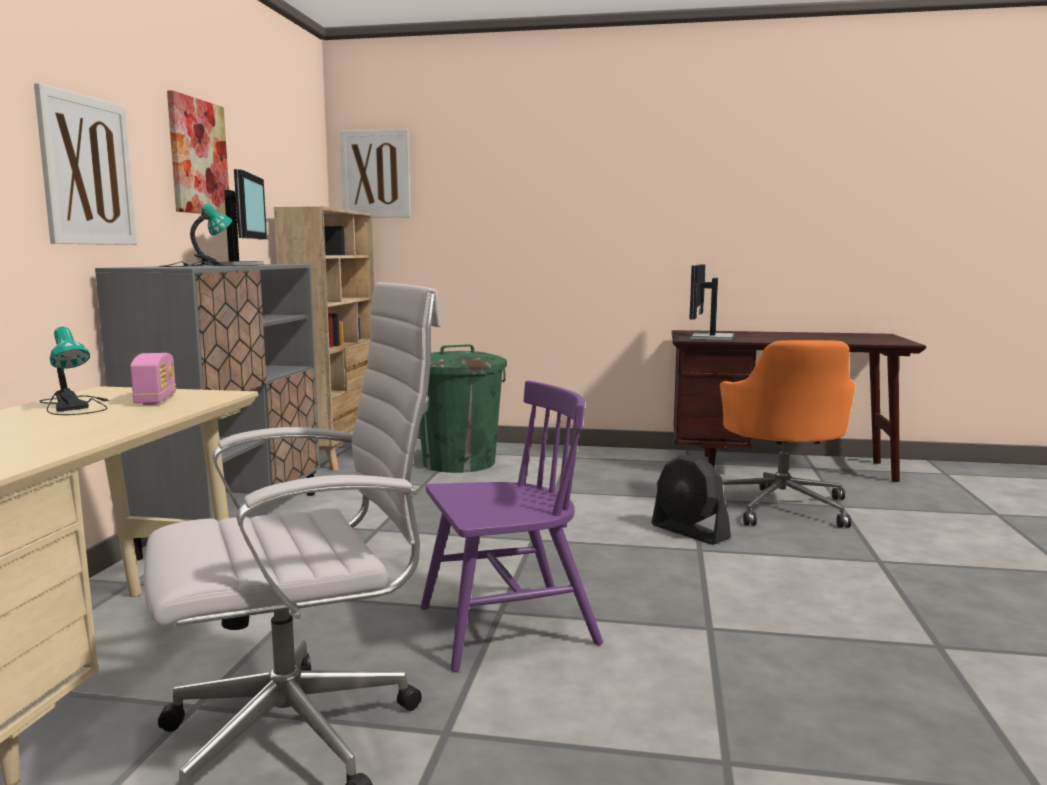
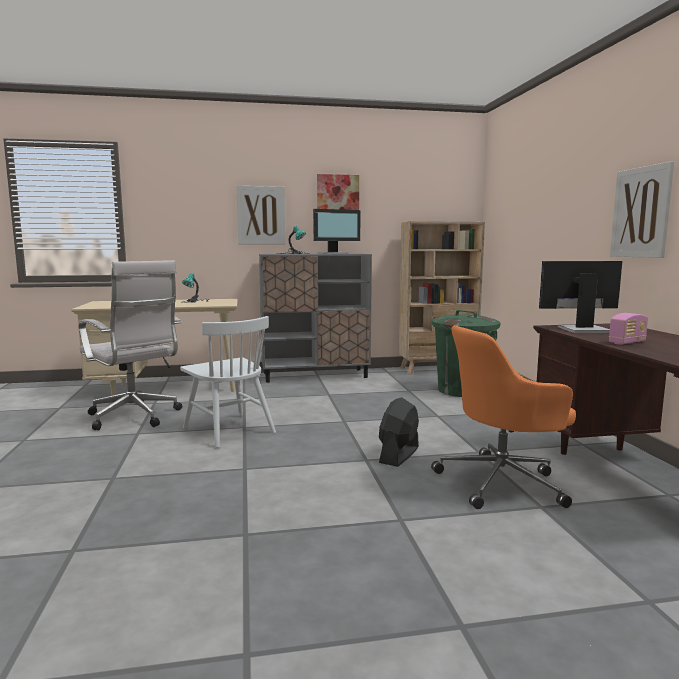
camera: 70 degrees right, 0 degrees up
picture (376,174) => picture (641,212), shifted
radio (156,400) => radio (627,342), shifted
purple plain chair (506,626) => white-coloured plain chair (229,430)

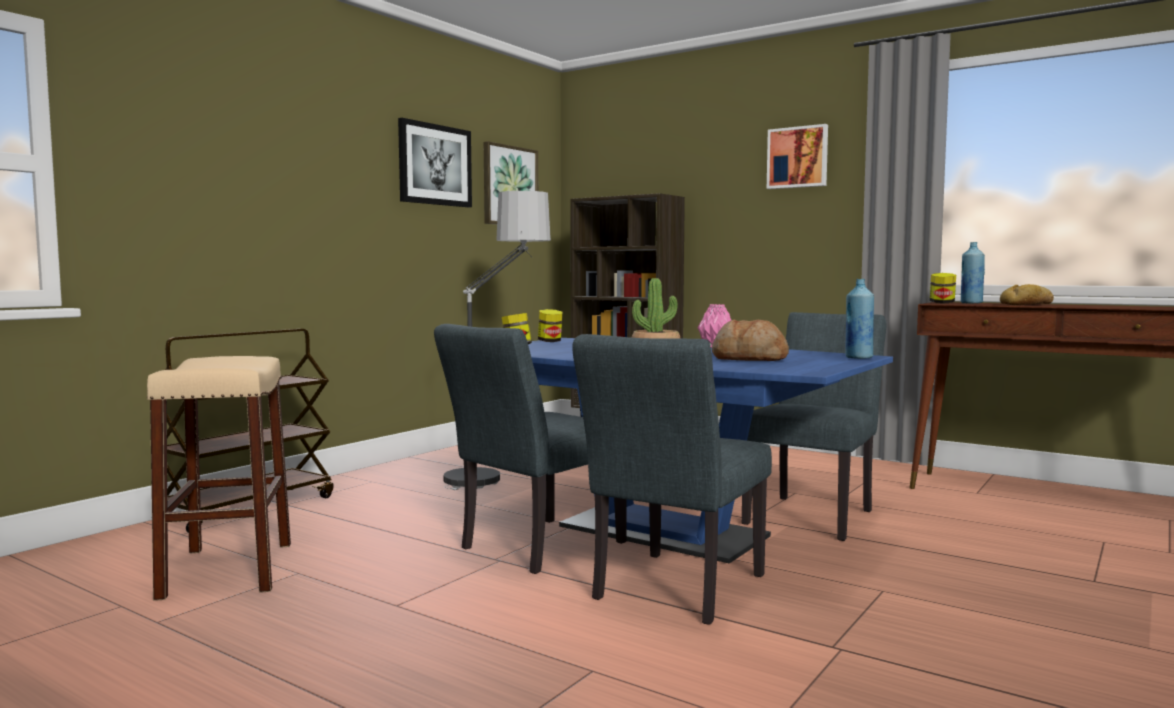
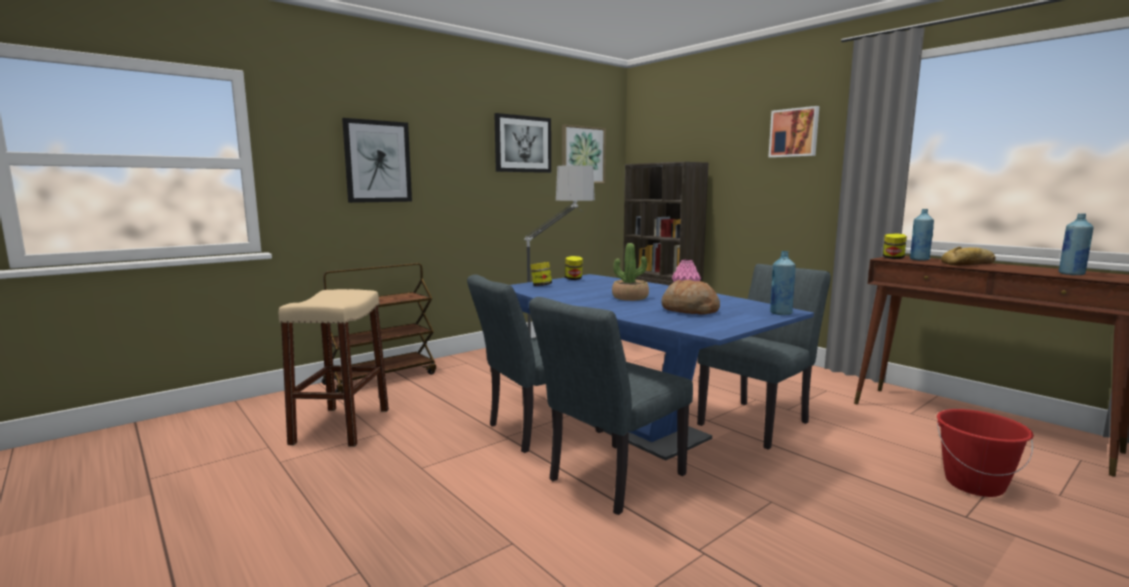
camera: 15 degrees right, 5 degrees up
nothing => picture (377,161)
nothing => blue bottle (1071,274)
nothing => red pail (974,484)

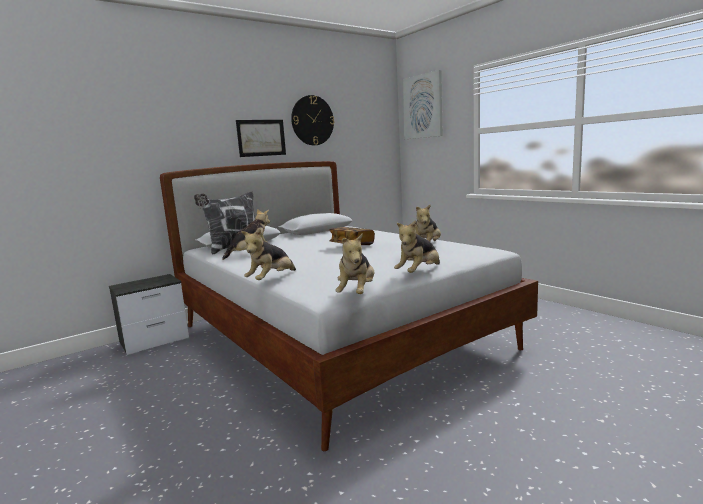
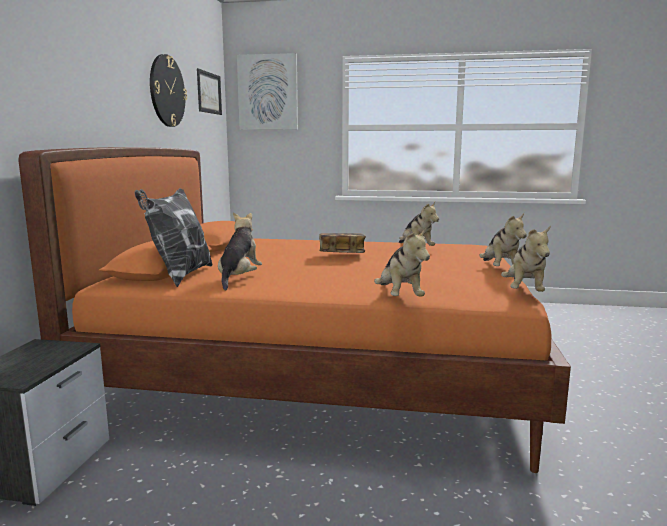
camera: 45 degrees left, 0 degrees up
picture (261,138) => picture (209,93), shifted
white-coloured sleeping bed (336,337) => orange sleeping bed (320,375)
plush toy (357,293) => plush toy (524,292), 45 degrees clockwise

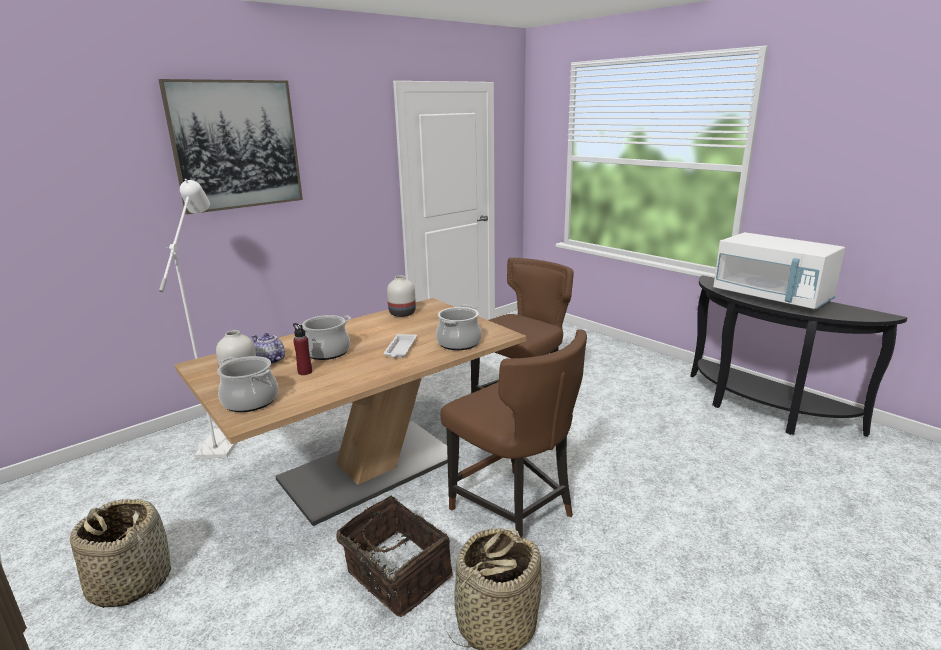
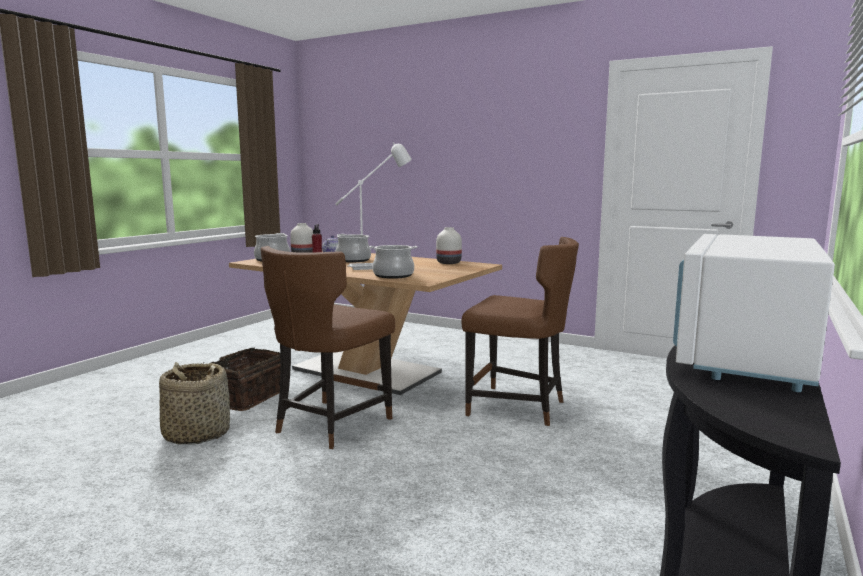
camera: 70 degrees right, 10 degrees down
picture (236,145) => nothing
storage basket (130,582) => nothing

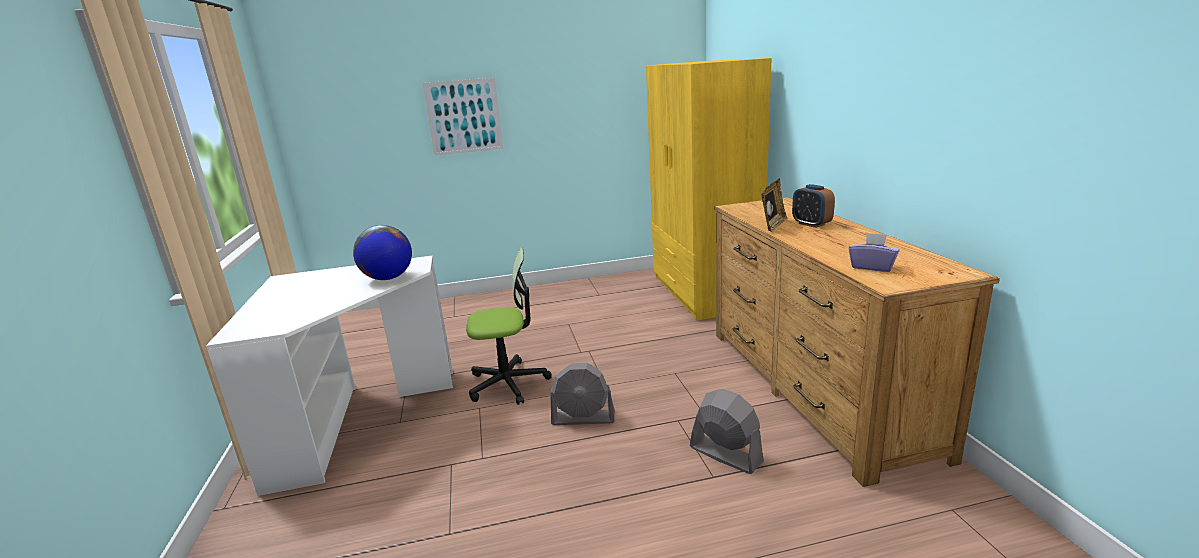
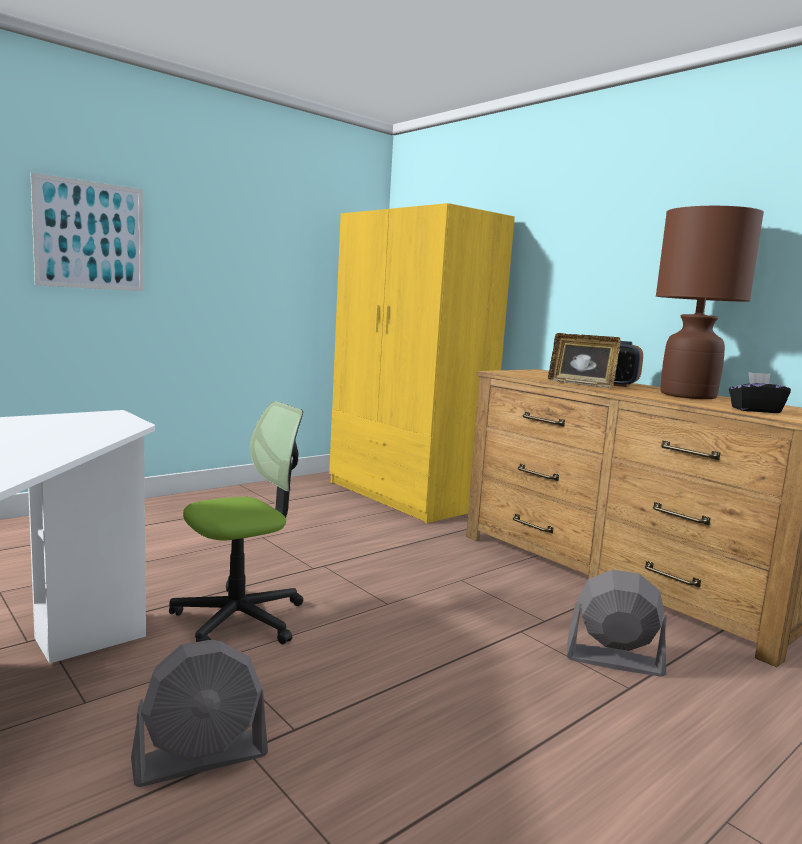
camera: 30 degrees left, 10 degrees down
photo frame (773,225) => photo frame (581,384), 120 degrees clockwise
world globe (388,278) => nothing
purple tissue box (872,267) => black tissue box (755,410)
greyish cooling fan (583,418) => greyish cooling fan (201,758), shifted
nothing => brown-coloured tabletop lamp (688,395)

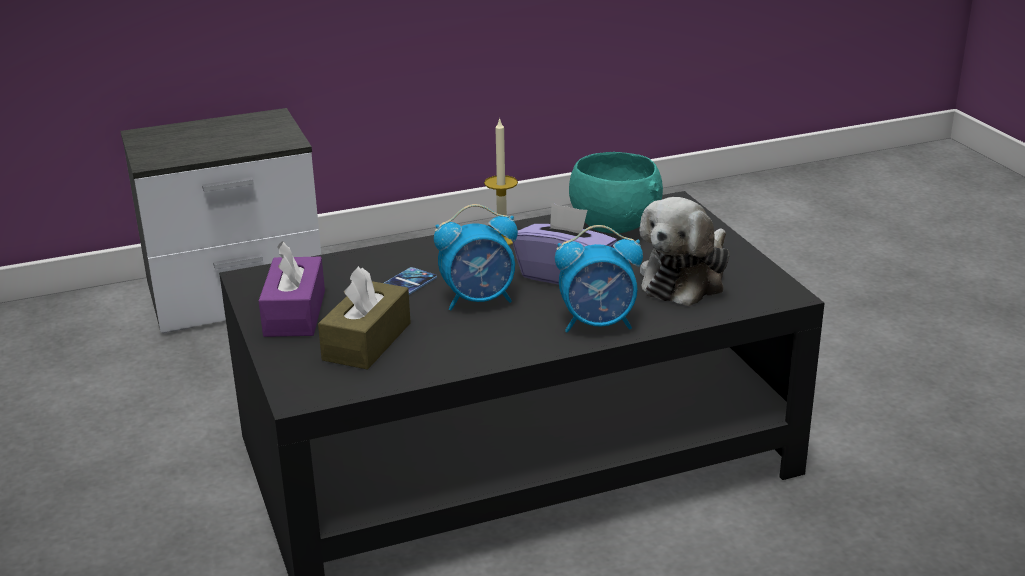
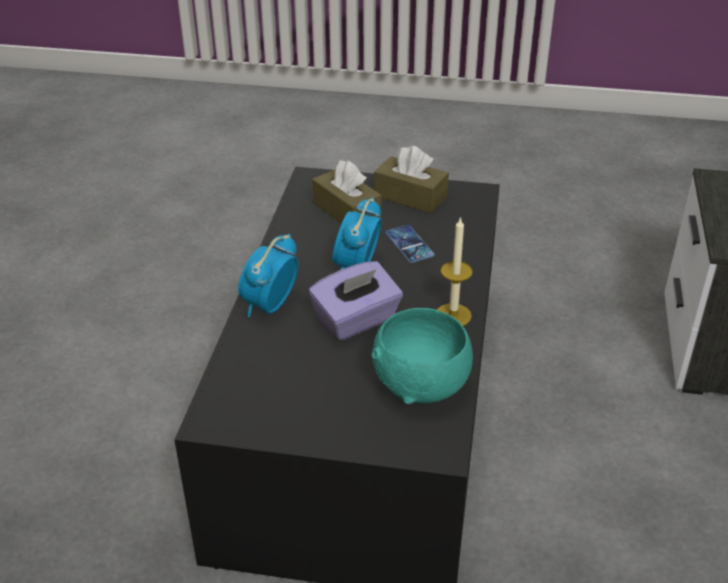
camera: 120 degrees right, 10 degrees up
plush toy (685,279) => nothing
purple tissue box (295,313) => brown-coloured tissue box (410,196)

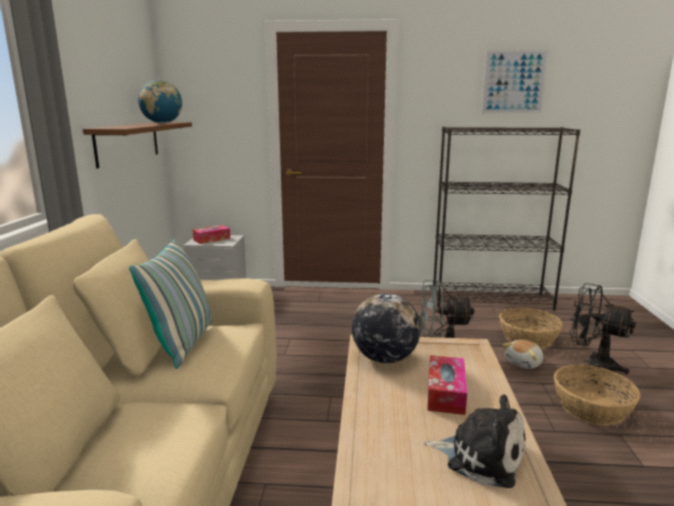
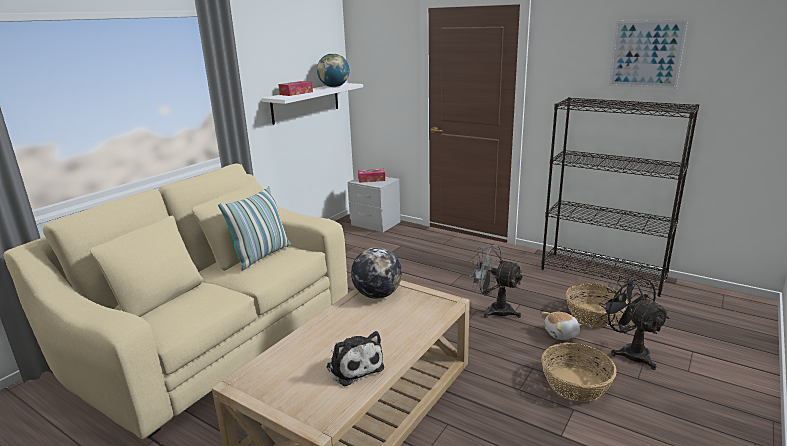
camera: 30 degrees right, 5 degrees up
brown-coloured shelf (128,142) => white-coloured shelf (306,102)
tissue box (445,393) => tissue box (296,93), shifted

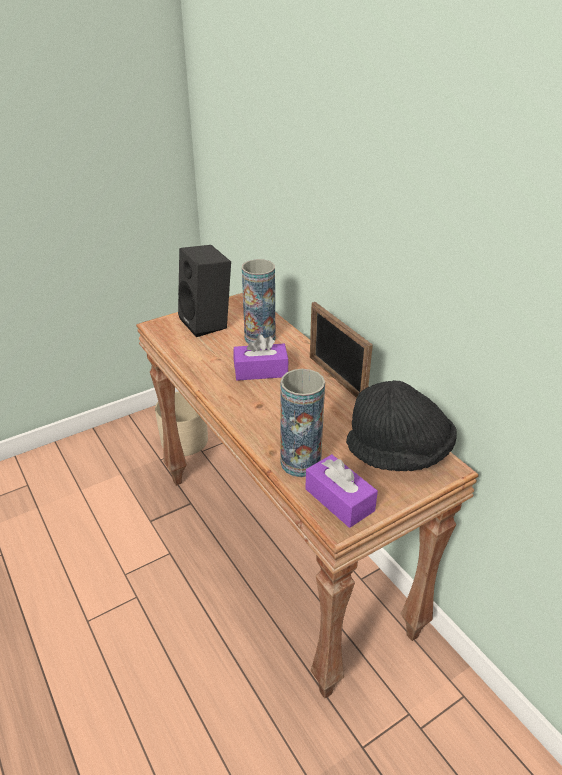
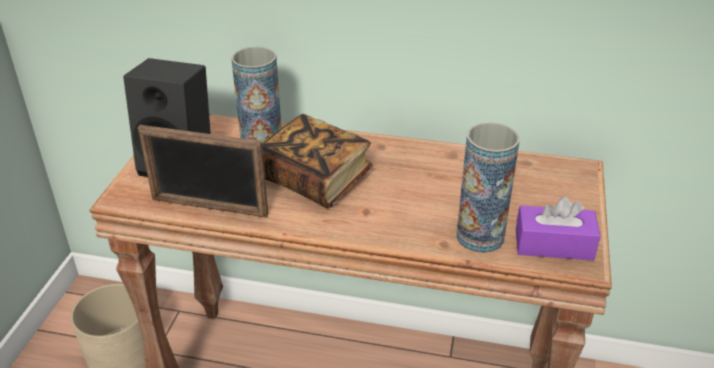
camera: 45 degrees left, 0 degrees up
photo frame (336,379) => photo frame (209,207), shifted
purple tissue box (261,371) => volume (315,179)
black hat (398,453) => nothing

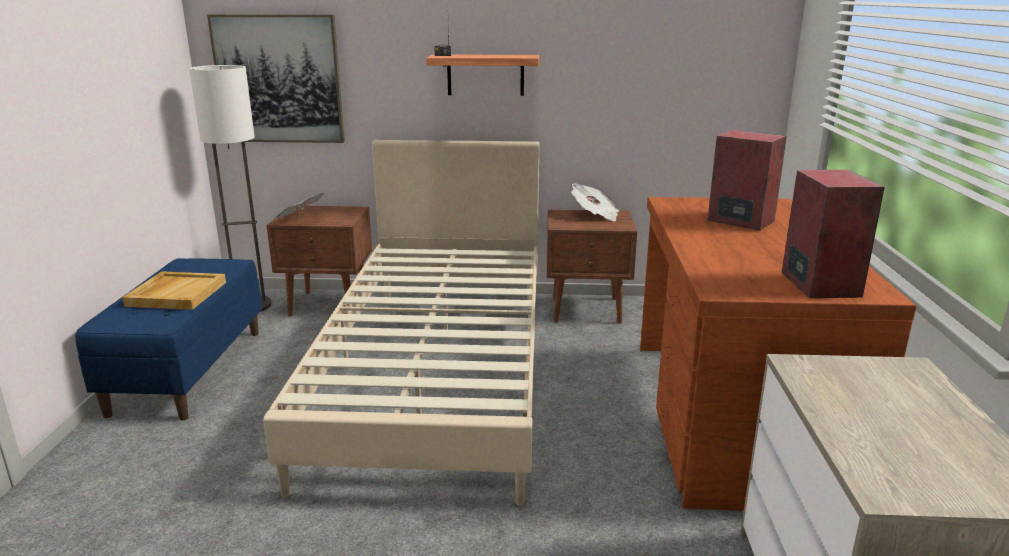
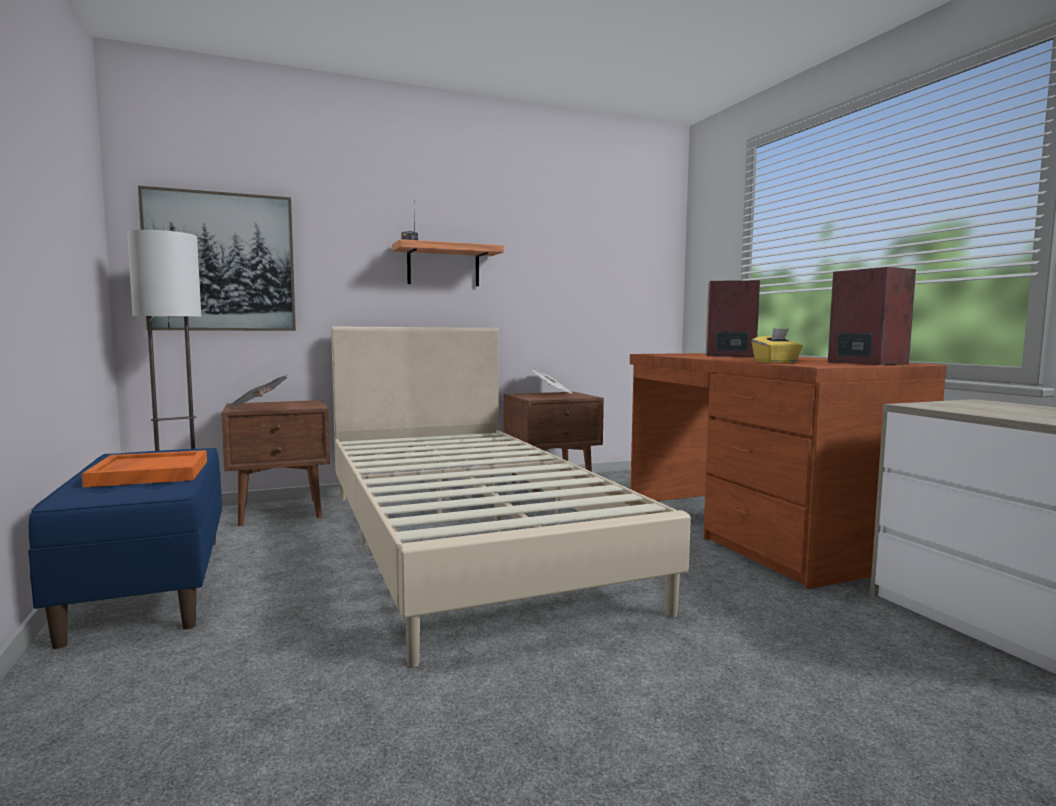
camera: 25 degrees left, 15 degrees down
beige-coloured serving tray (176,293) => orange serving tray (149,473)
nothing => yellowish tissue box (776,362)

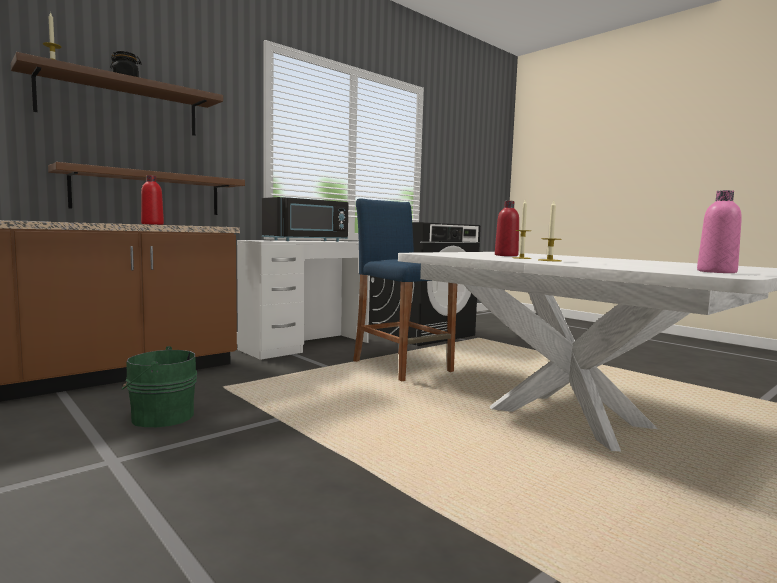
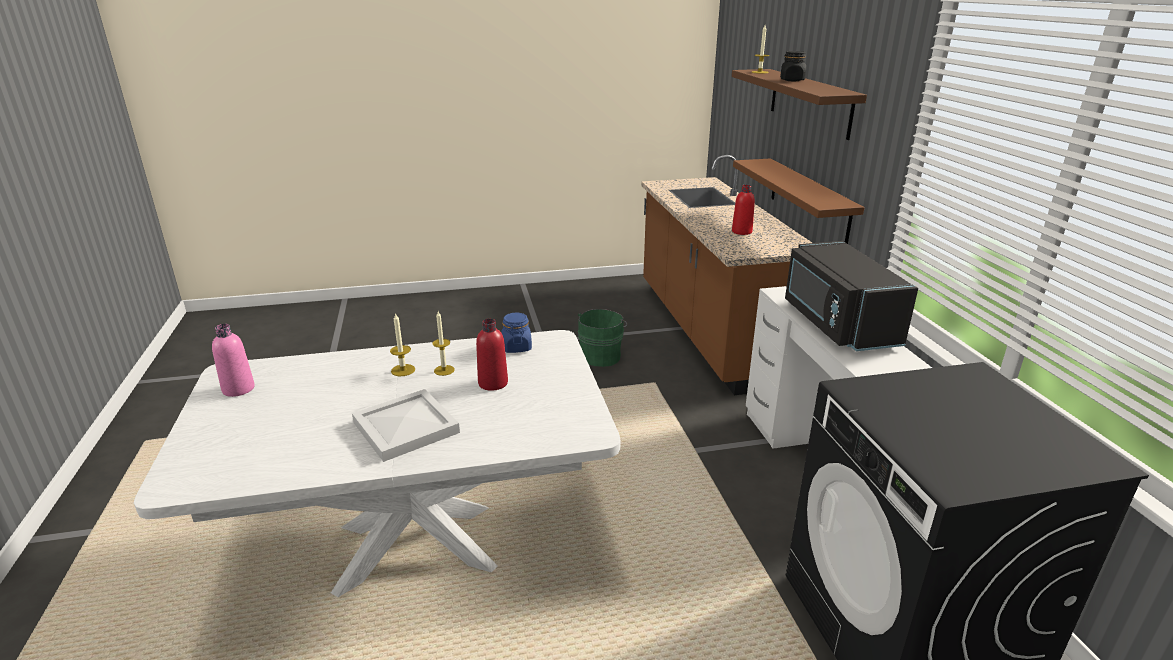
camera: 120 degrees right, 20 degrees up
blue stool (402,366) => nothing
nothing => blue jar (516,347)
nothing => white-coloured serving tray (404,427)

